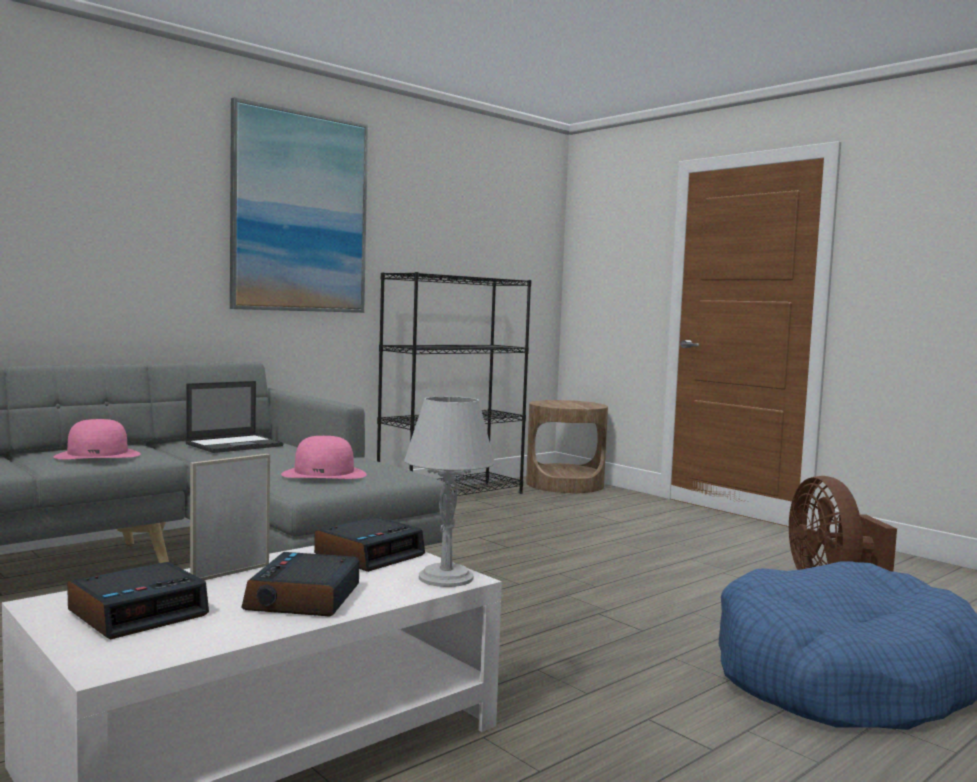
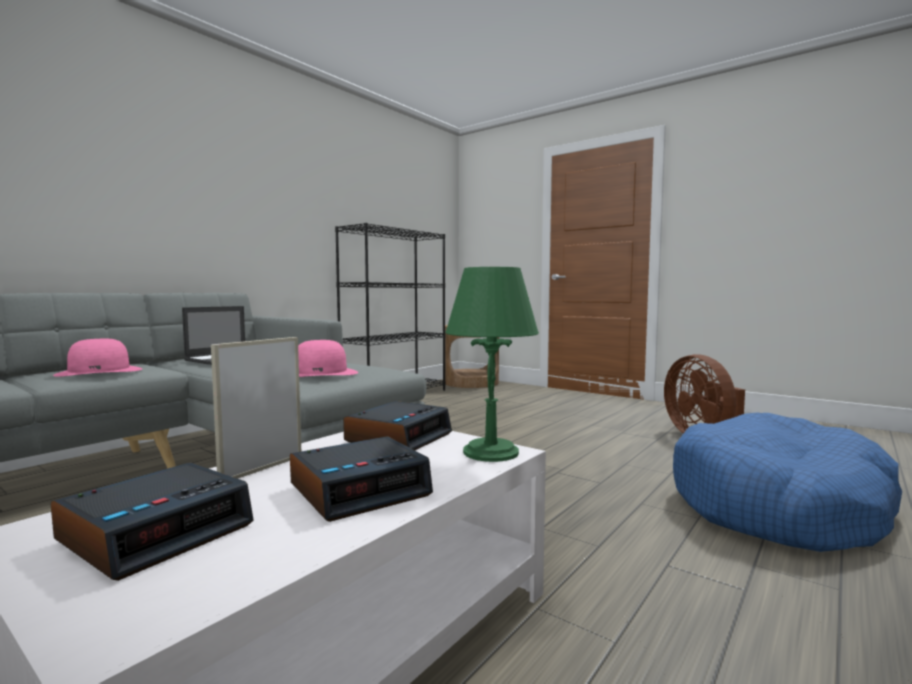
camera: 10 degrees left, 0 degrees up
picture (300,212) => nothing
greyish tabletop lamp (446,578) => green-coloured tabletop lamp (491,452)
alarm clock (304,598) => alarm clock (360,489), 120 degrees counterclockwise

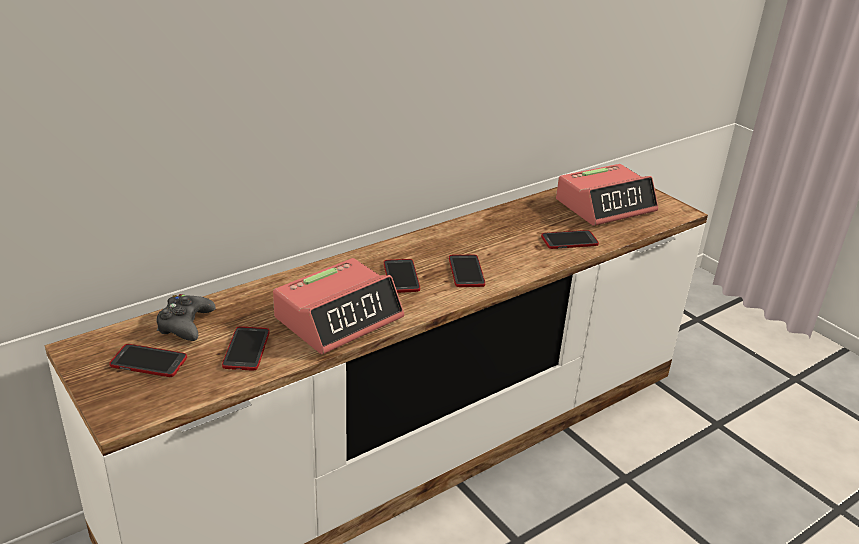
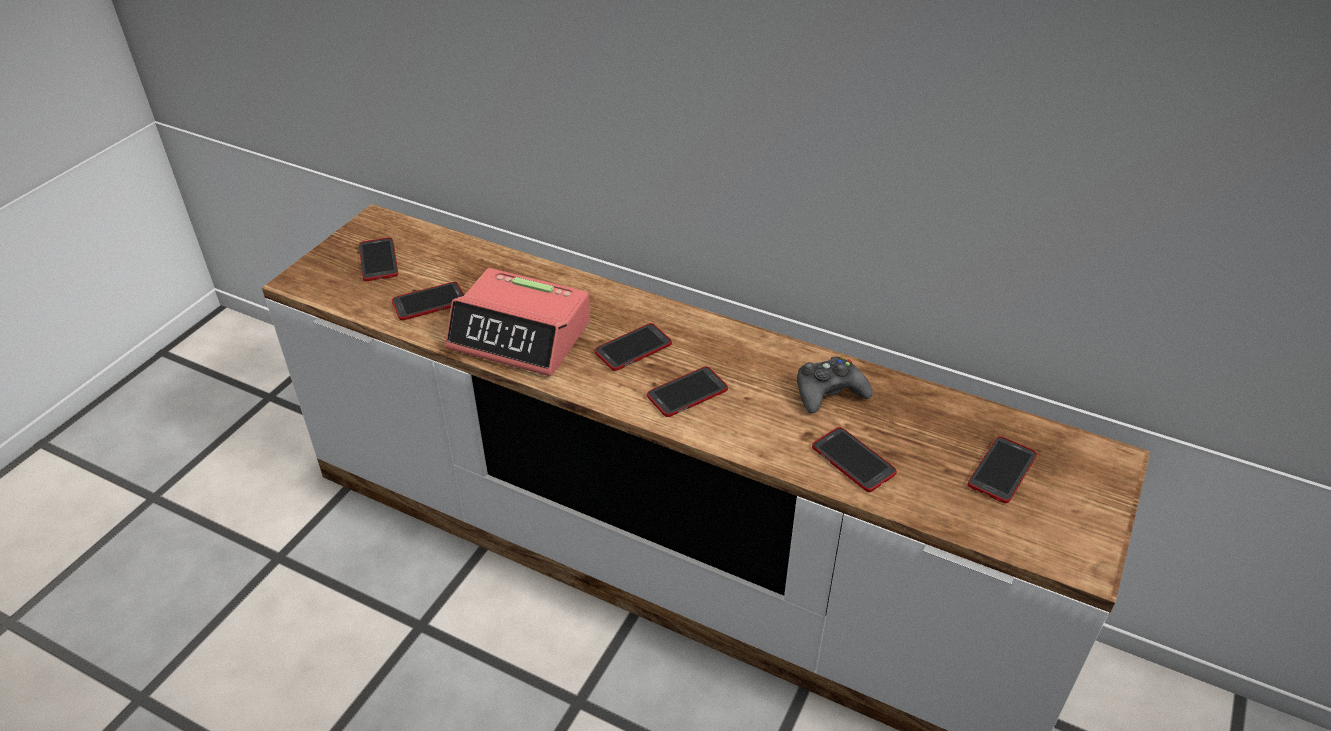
camera: 65 degrees right, 10 degrees up
alarm clock (605,205) => telephone (1002,470)
black gamepad (185,324) => black gamepad (829,392), shifted

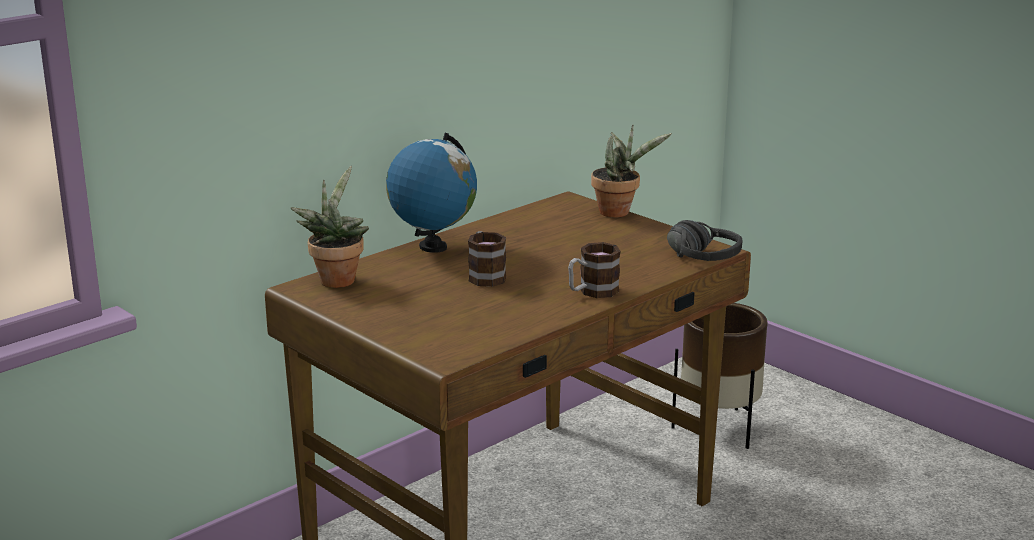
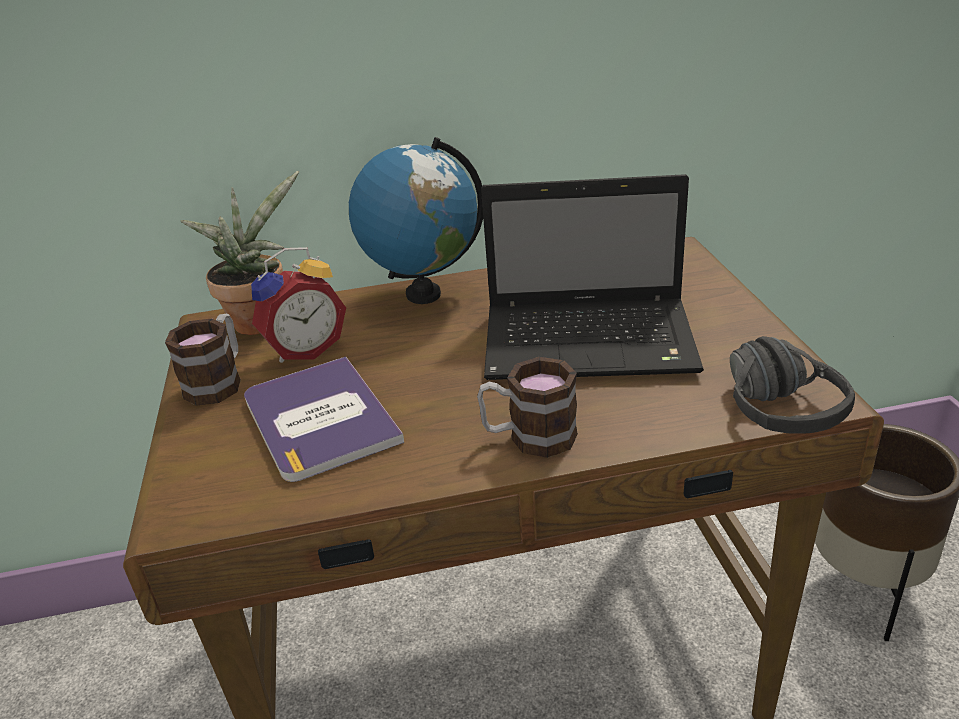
camera: 35 degrees right, 10 degrees up
houseplant (619,212) => nothing
tea mug (485,276) => tea mug (219,381), shifted
nothing => portable computer (593,342)
nothing => alarm clock (304,349)
nothing => volume (319,419)

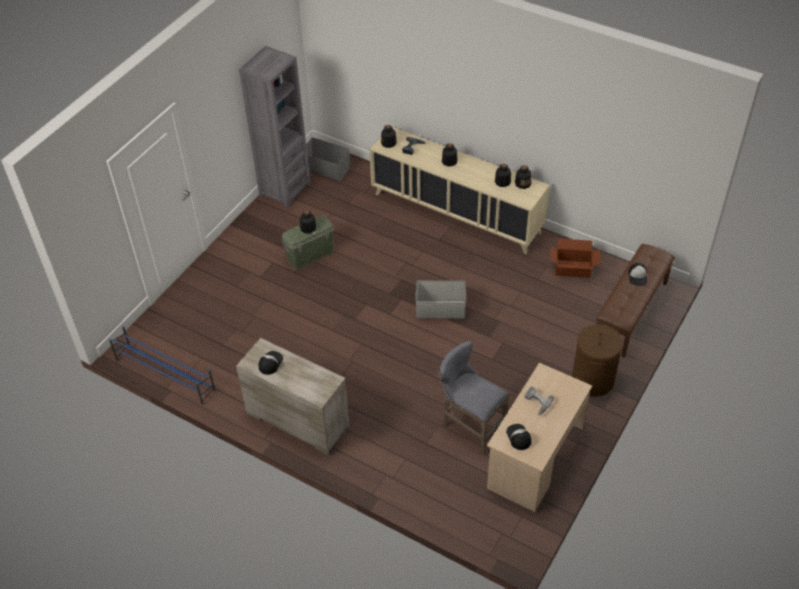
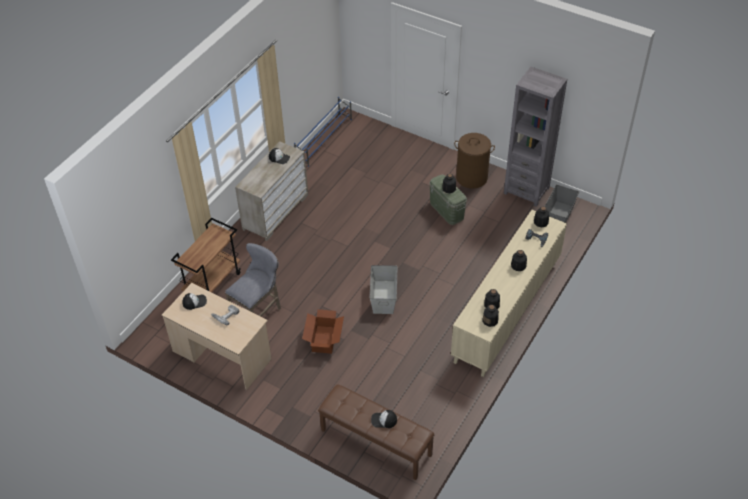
camera: 90 degrees right, 0 degrees up
packing box (573,269) => packing box (323,340), shifted
brown-coloured hamper (592,380) => brown-coloured hamper (471,177), shifted
nothing => brown-coloured wheeled cart (213,283)

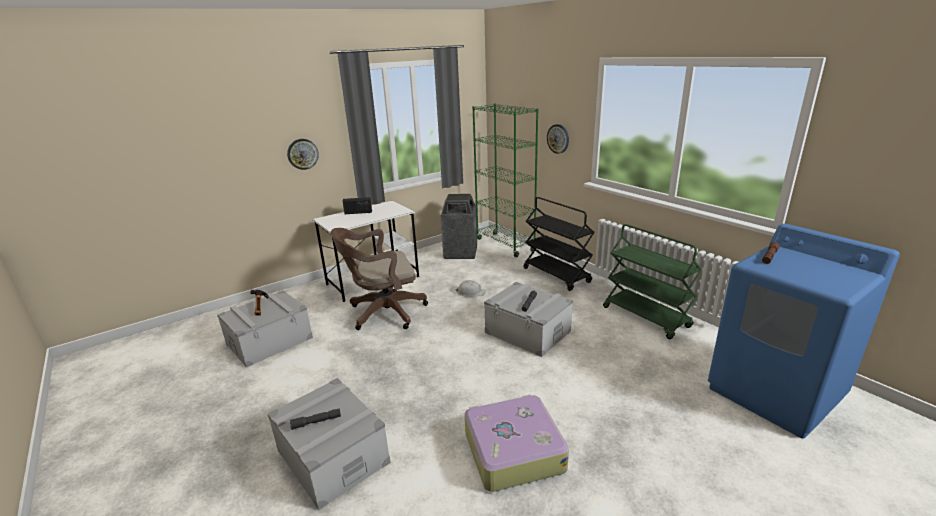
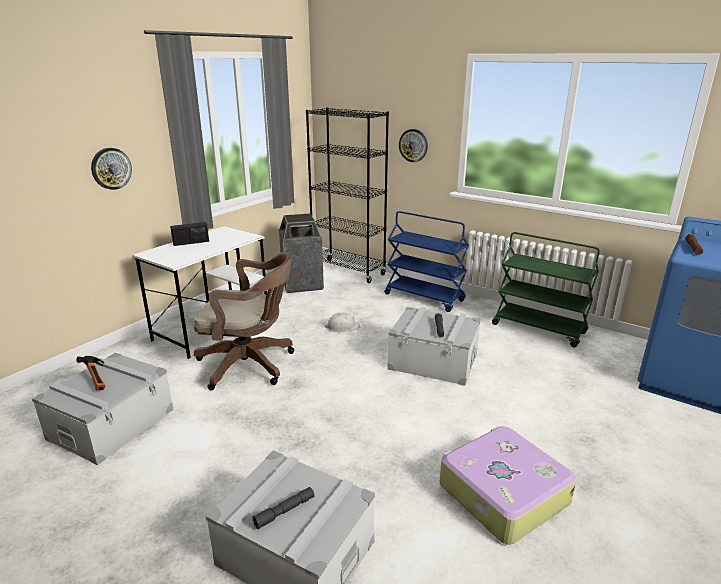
camera: 20 degrees left, 0 degrees up
green-coloured bookcase (505,245) => black bookcase (348,271)
black wheeled cart (557,275) => blue wheeled cart (425,297)
brown-coloured computer chair (383,313) => brown-coloured computer chair (251,365), 135 degrees counterclockwise

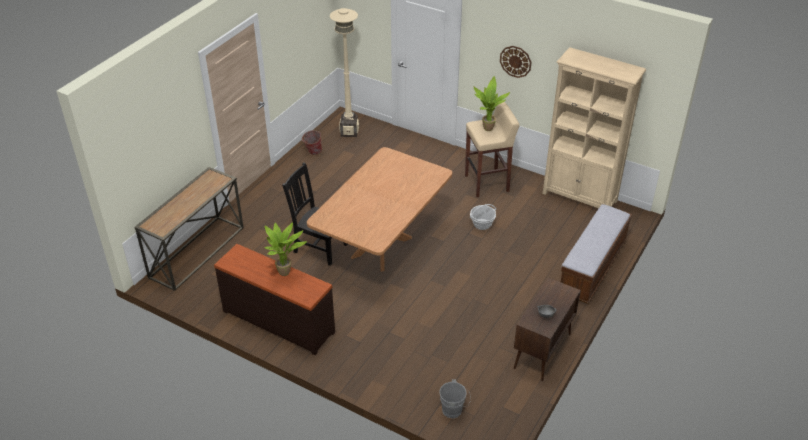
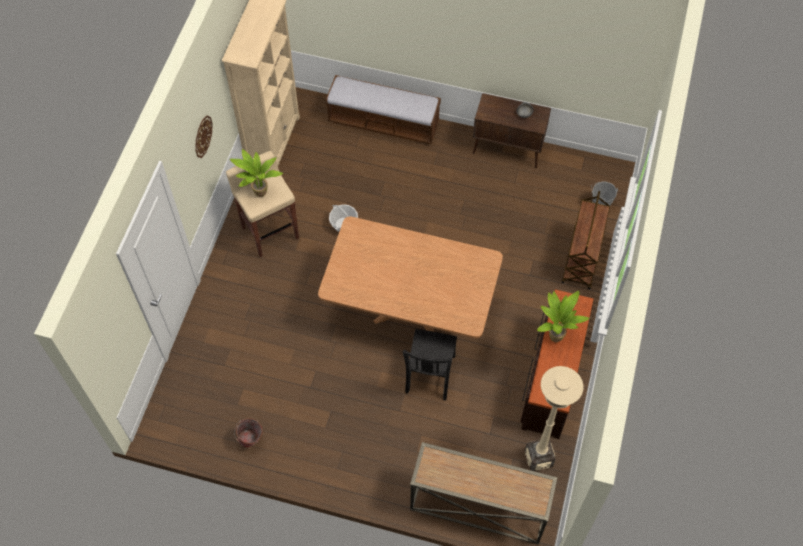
camera: 105 degrees left, 20 degrees up
beige-coloured standard lamp (349,132) => beige-coloured standard lamp (538,458), shifted
nothing => brown-coloured wheeled cart (582,259)

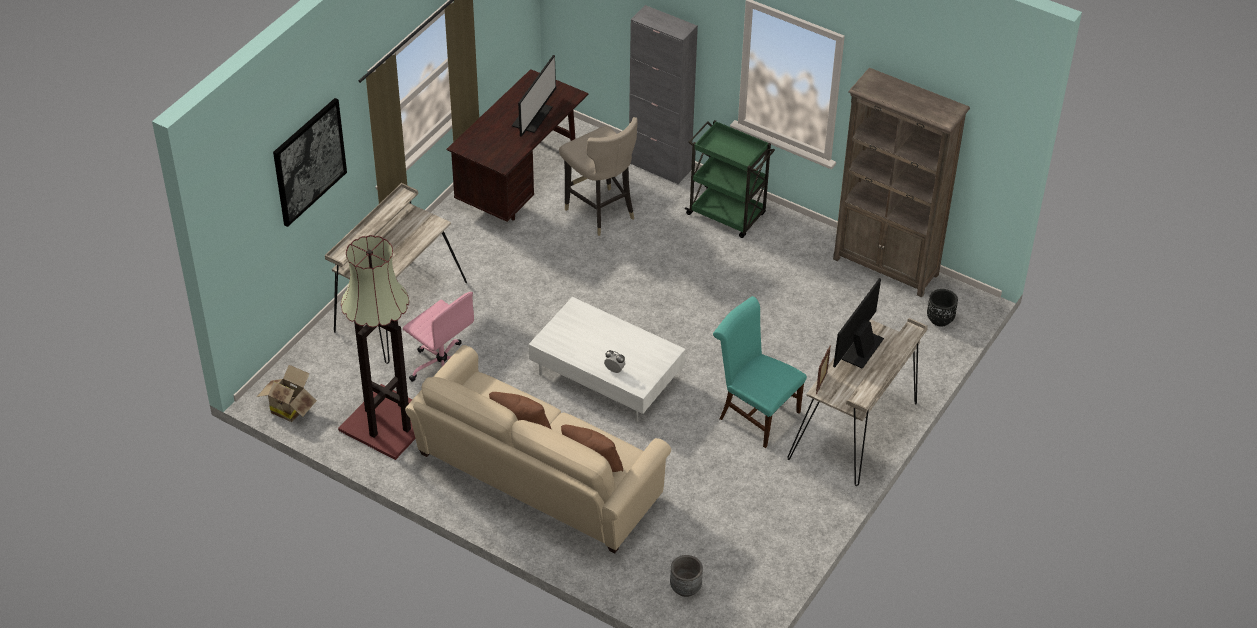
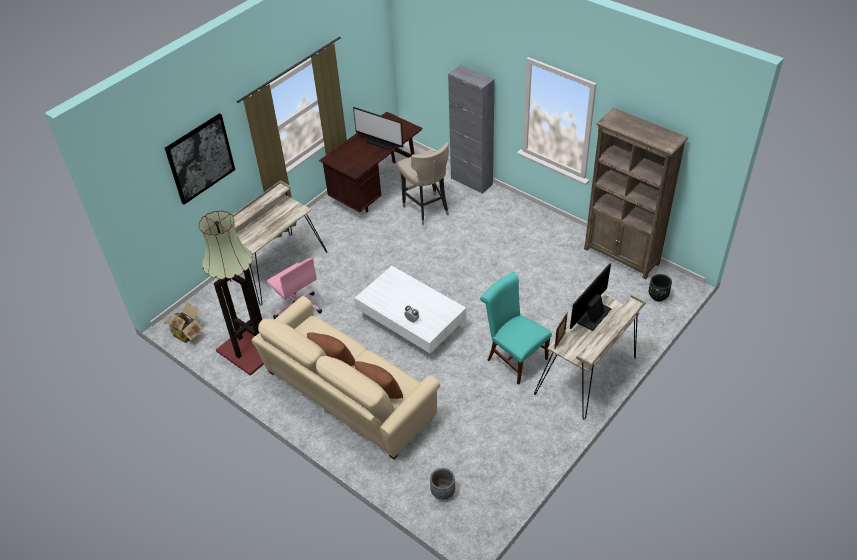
camera: 10 degrees right, 0 degrees up
monitor (533,117) => monitor (381,141), 90 degrees clockwise
green-coloured wheeled cart (727,215) => nothing

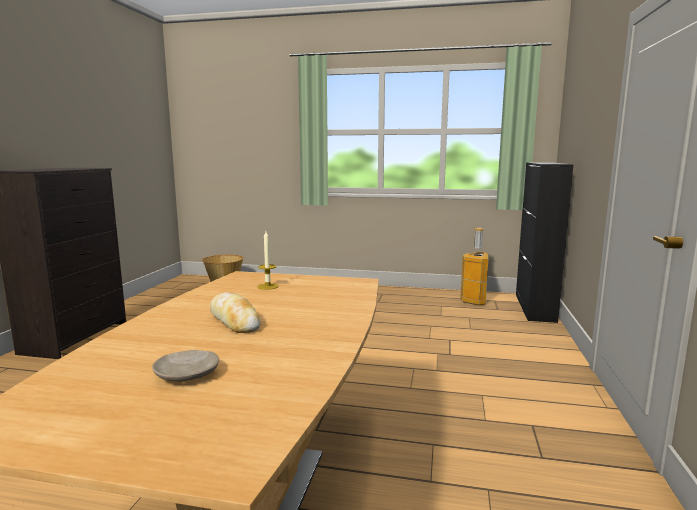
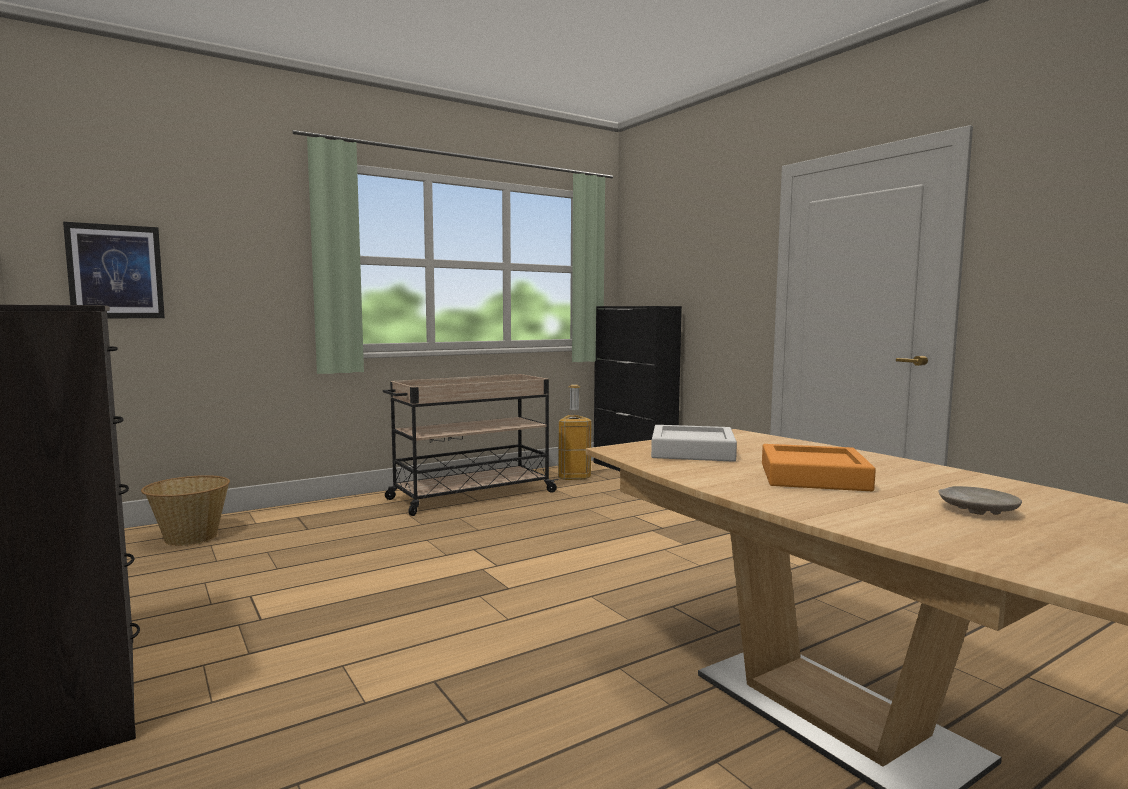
camera: 45 degrees left, 5 degrees down
wax light (268,286) => greyish serving tray (692,451)
bread (234,320) => orange serving tray (813,477)
nothing => picture (116,272)
nothing => beige-coloured wheeled cart (470,496)

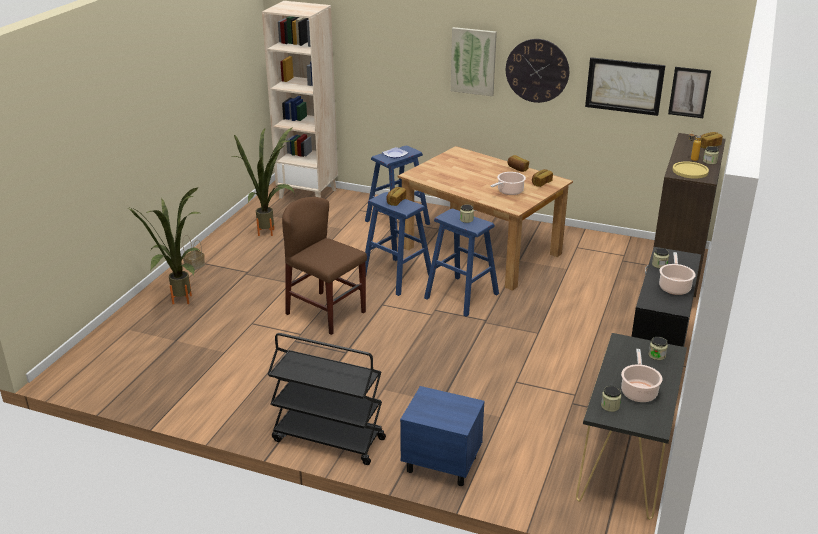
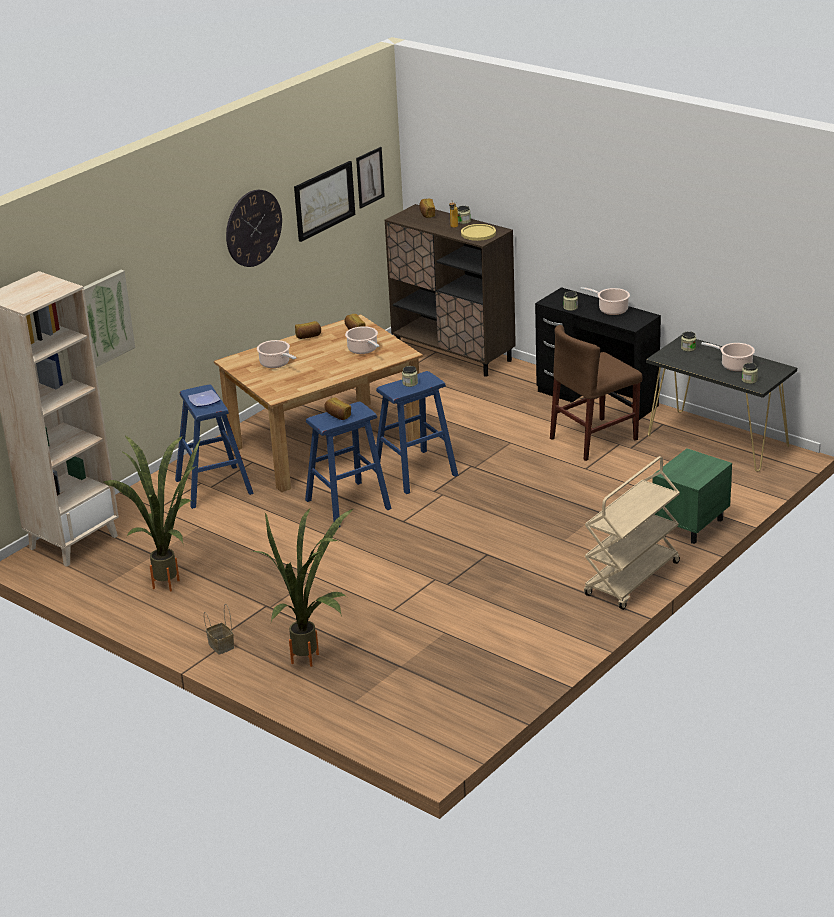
camera: 70 degrees left, 0 degrees up
picture (473,61) => picture (104,318), shifted
brown-coloured plain chair (326,313) => brown-coloured plain chair (594,439), shifted
black wheeled cart (328,440) => beige-coloured wheeled cart (632,580)
blue nightstand (440,463) => green-coloured nightstand (689,525)
nothing => saucepot (276,364)

